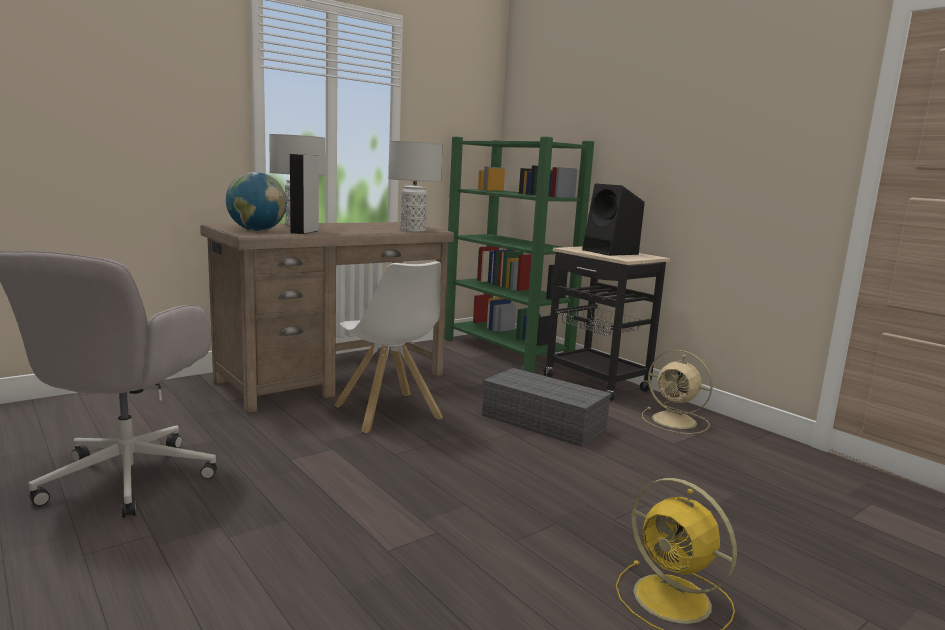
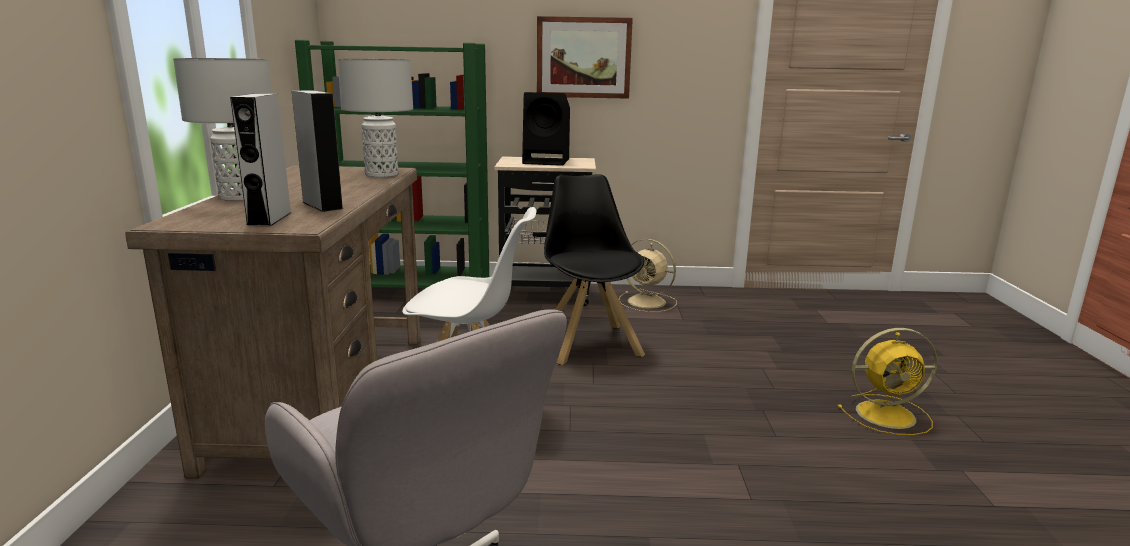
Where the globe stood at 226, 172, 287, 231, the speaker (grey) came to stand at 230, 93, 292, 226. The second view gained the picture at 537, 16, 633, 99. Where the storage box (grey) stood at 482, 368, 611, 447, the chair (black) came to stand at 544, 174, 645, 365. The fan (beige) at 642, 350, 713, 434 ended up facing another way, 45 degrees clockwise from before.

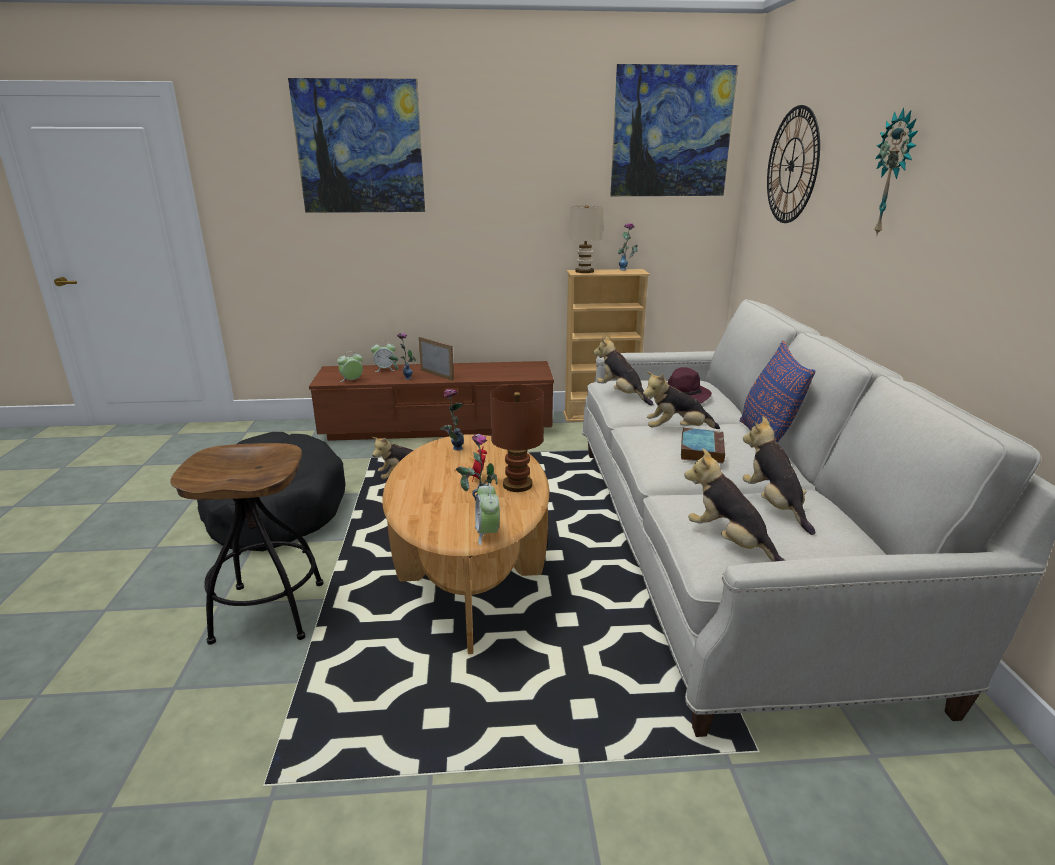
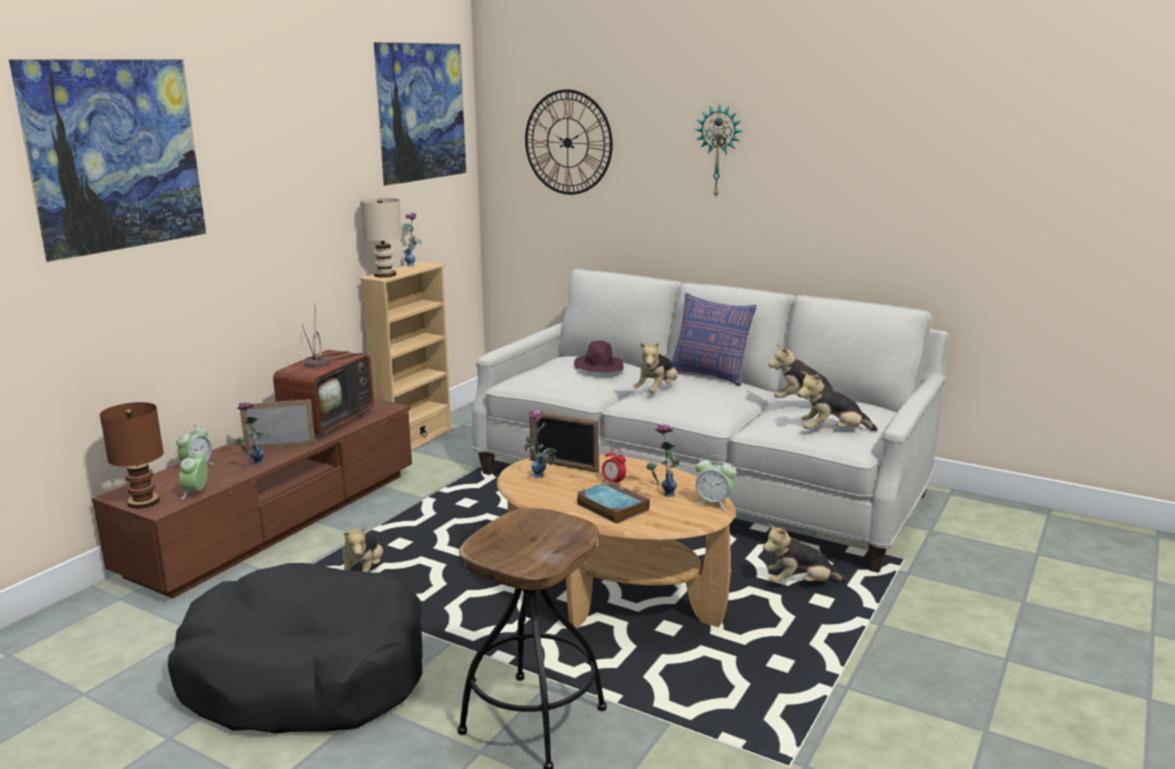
The table lamp (brown) ended up elsewhere, having gone from 490, 384, 544, 492 to 100, 402, 164, 509. The second view gained the television at 273, 303, 374, 436. The second view gained the picture frame at 529, 410, 599, 472. The book ended up elsewhere, having gone from 681, 428, 725, 464 to 577, 481, 650, 524. The plush toy ended up elsewhere, having gone from 593, 335, 653, 406 to 763, 523, 848, 583.

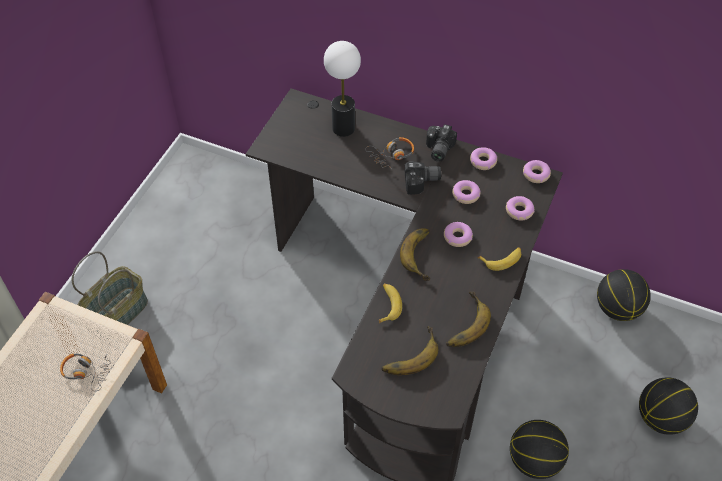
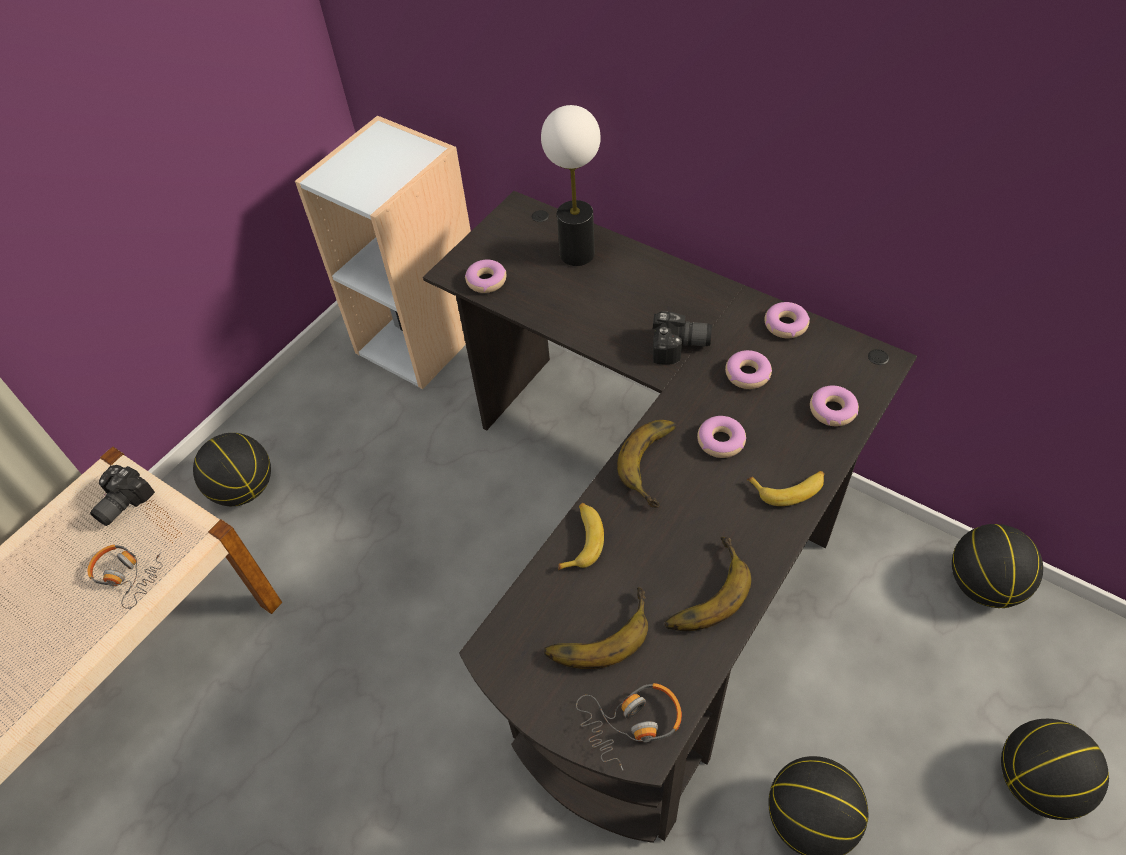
The photo camera ended up elsewhere, having gone from 426, 124, 457, 162 to 90, 465, 155, 526. Where the basket stood at 72, 251, 148, 338, the basketball came to stand at 193, 433, 271, 506. The second view gained the bookcase at 295, 116, 471, 389. The donut ended up elsewhere, having gone from 523, 160, 551, 183 to 465, 260, 507, 293. The headphones ended up elsewhere, having gone from 365, 137, 414, 169 to 576, 683, 682, 771.

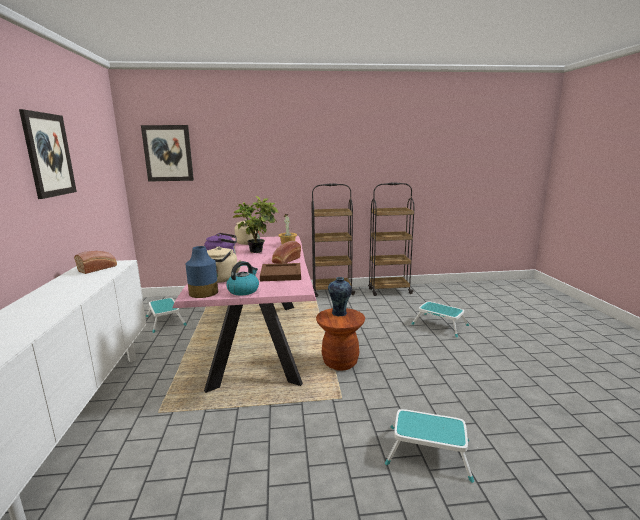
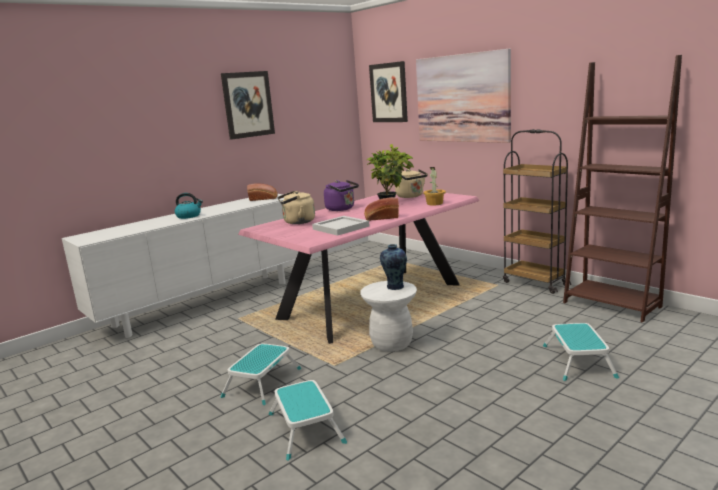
The kettle ended up elsewhere, having gone from 226, 261, 259, 296 to 175, 193, 203, 219. The step ladder (turquoise) ended up elsewhere, having gone from 146, 298, 187, 333 to 221, 344, 302, 405. What was the tray (brown) at 260, 263, 301, 281 turned into the tray (white) at 312, 216, 370, 236. What was the stool (brown) at 316, 308, 365, 371 turned into the stool (white) at 360, 281, 417, 352. The second view gained the picture at 416, 49, 511, 143. Where the cart (brown) stood at 368, 182, 414, 296, the bookcase (brown) came to stand at 563, 55, 682, 323. The second view lost the vase (blue) at 186, 246, 218, 298.

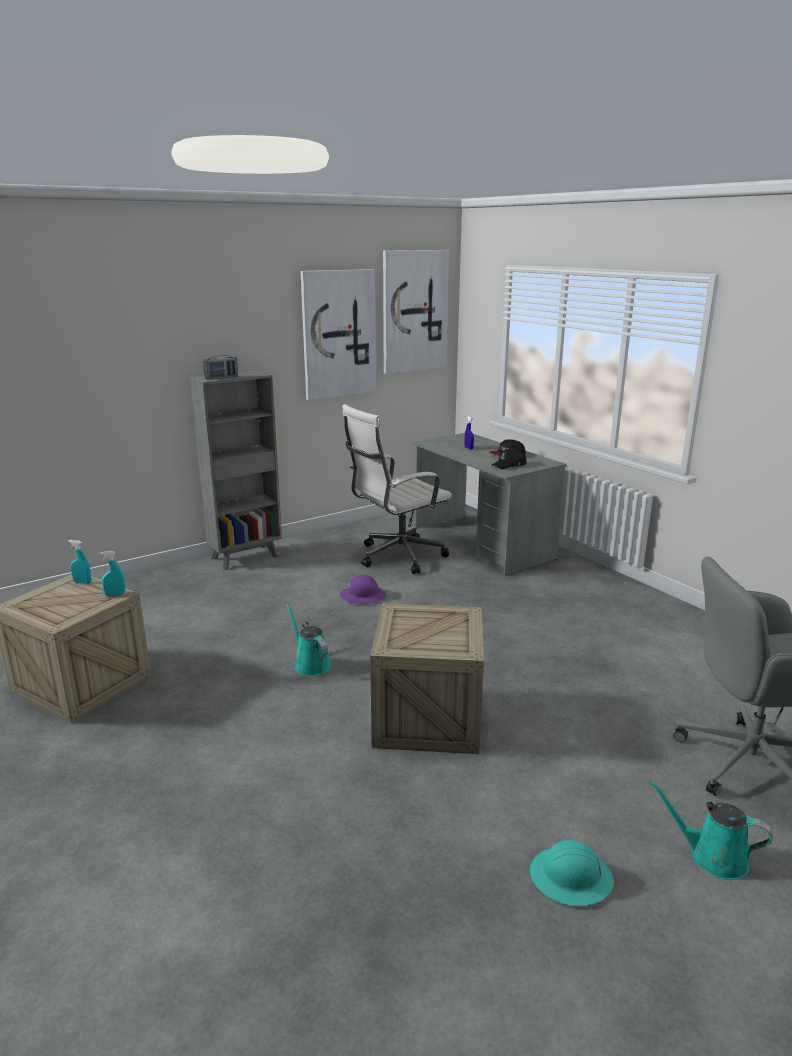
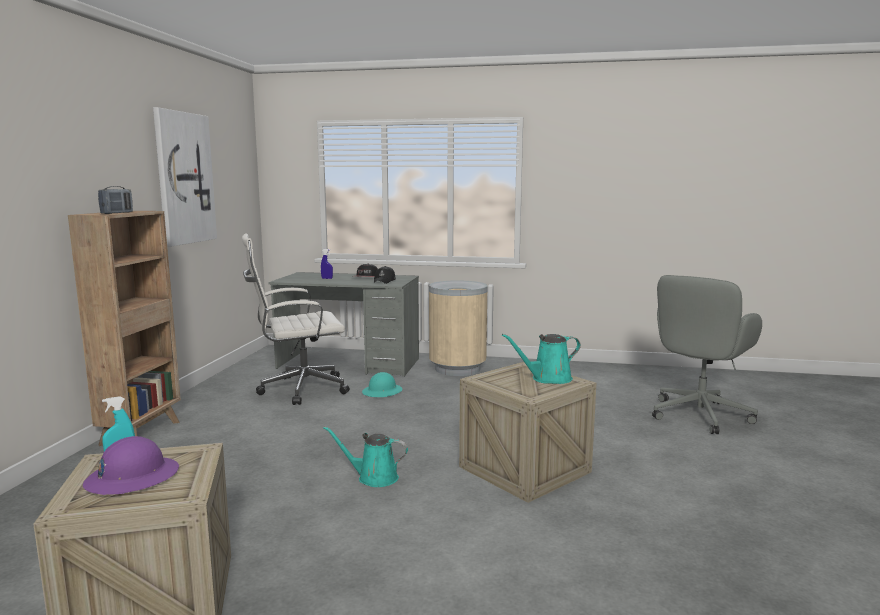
What was the bookcase (grey) at 190, 370, 282, 570 turned into the bookcase (brown) at 68, 211, 181, 446. The hard hat (purple) ended up elsewhere, having gone from 340, 575, 386, 604 to 83, 436, 179, 495. The office chair (white) at 343, 404, 452, 574 ended up facing another way, 60 degrees clockwise from before. The hard hat (turquoise) ended up elsewhere, having gone from 530, 840, 614, 906 to 362, 372, 402, 397. The second view gained the trash can (beige) at 429, 280, 488, 376. The watering can (turquoise) ended up elsewhere, having gone from 648, 780, 773, 880 to 502, 334, 581, 384. The second view lost the spray bottle (turquoise) at 100, 551, 125, 596. The second view lost the picture at 383, 250, 449, 374.

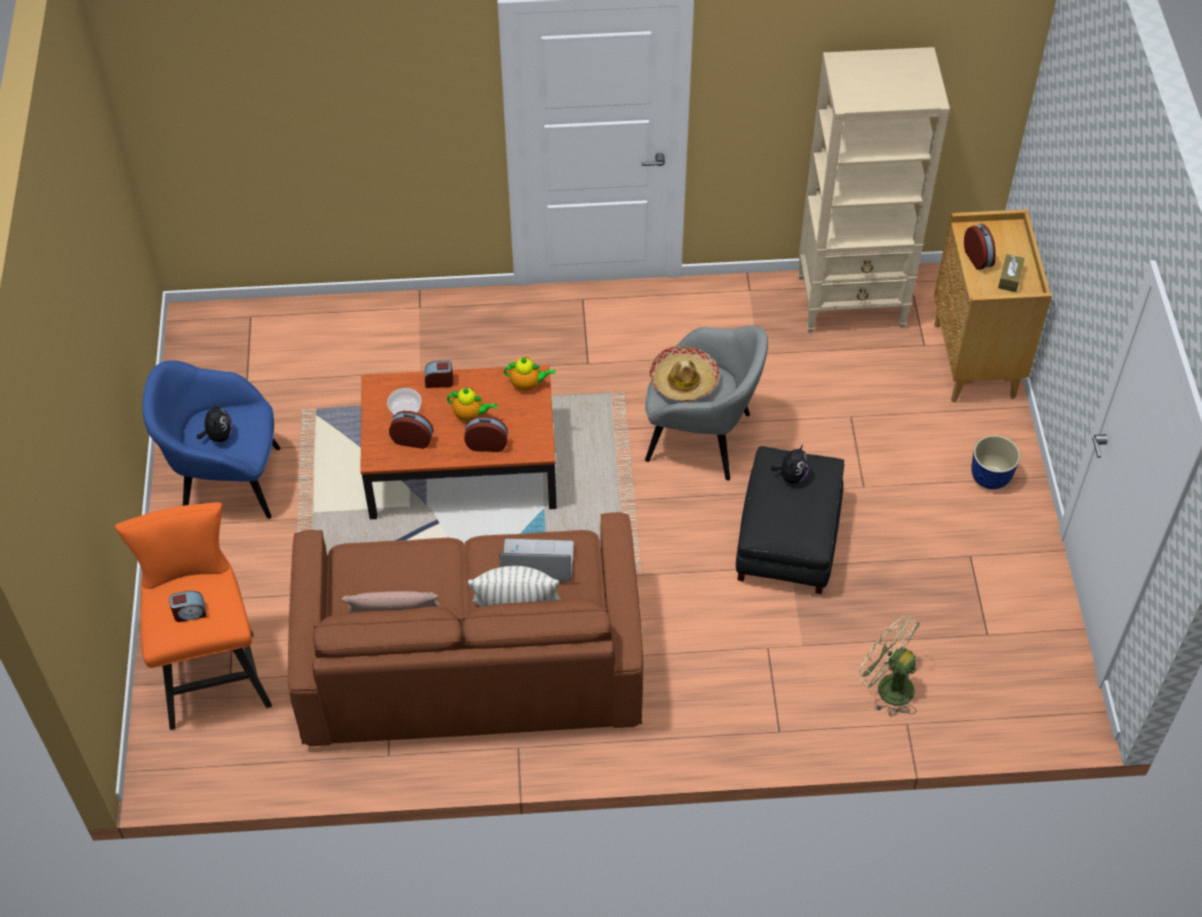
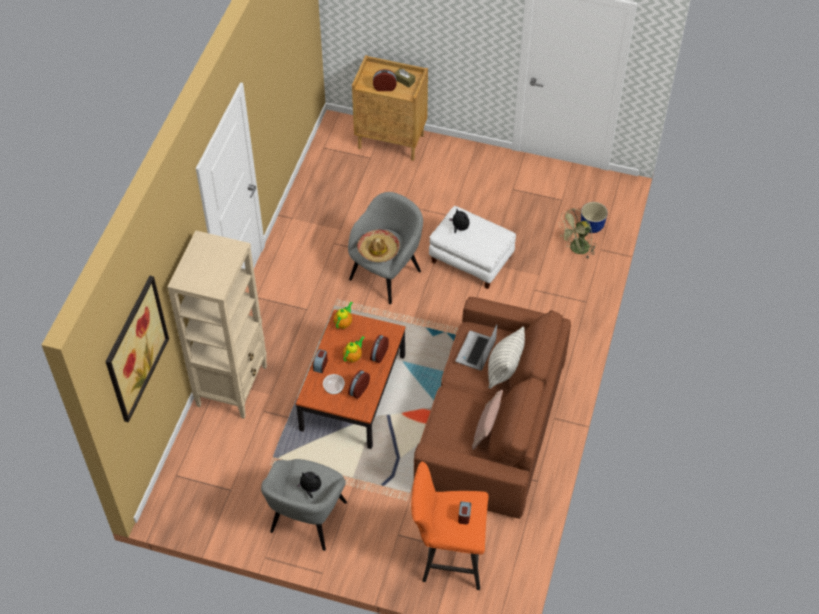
The second view gained the picture at 105, 276, 169, 422. The bookcase (beige) ended up elsewhere, having gone from 798, 47, 950, 333 to 167, 230, 267, 419. What was the armchair (blue) at 142, 361, 280, 519 turned into the armchair (grey) at 261, 459, 347, 551. What was the ottoman (black) at 736, 446, 844, 594 turned into the ottoman (white) at 429, 206, 516, 289. The planter ended up elsewhere, having gone from 971, 435, 1020, 489 to 581, 202, 608, 233.

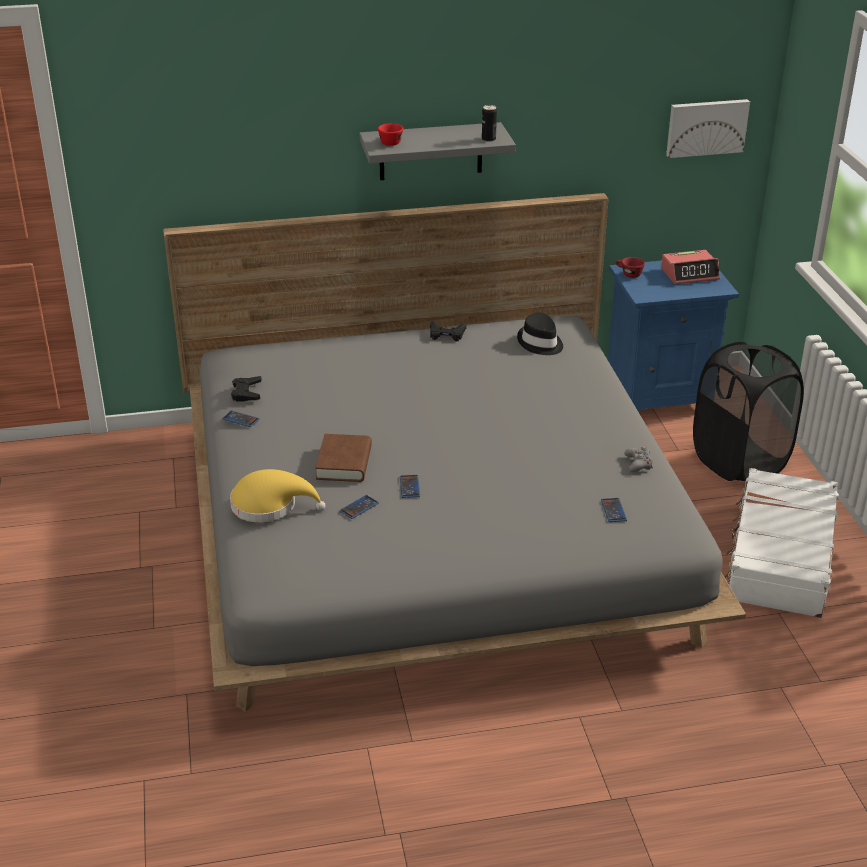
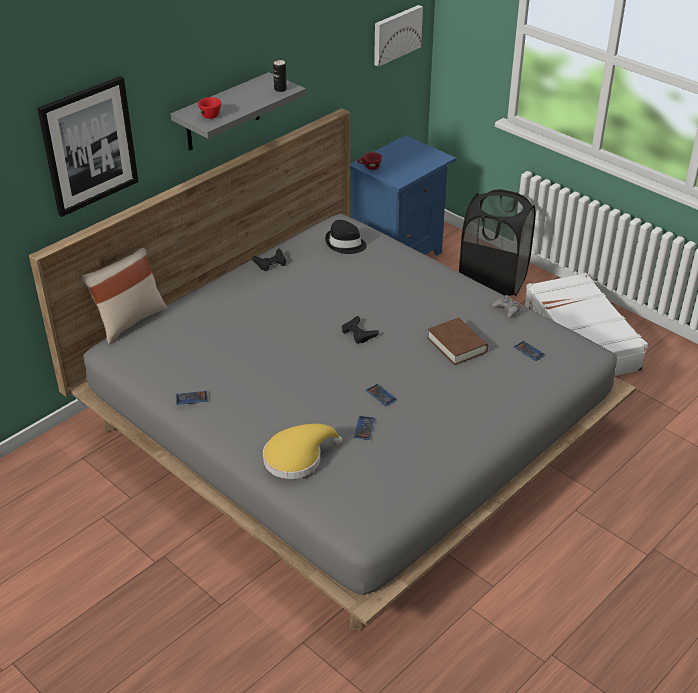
The second view gained the picture at 37, 76, 139, 217. The second view gained the pillow (beige) at 81, 248, 167, 345. The game controller (black) ended up elsewhere, having gone from 231, 376, 262, 402 to 342, 316, 379, 344. The book (brown) ended up elsewhere, having gone from 315, 434, 372, 482 to 427, 318, 488, 365. The second view lost the alarm clock at 661, 250, 720, 284.

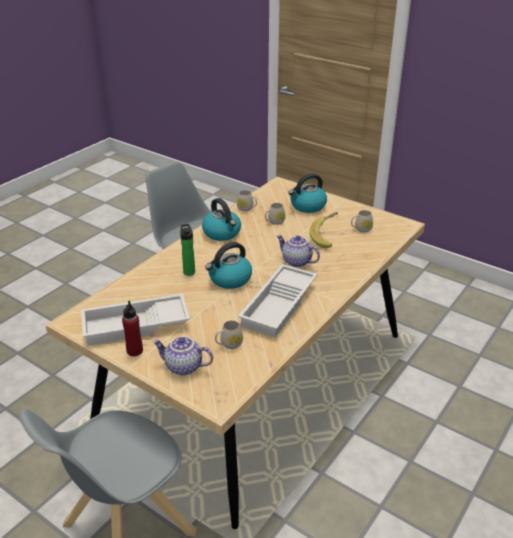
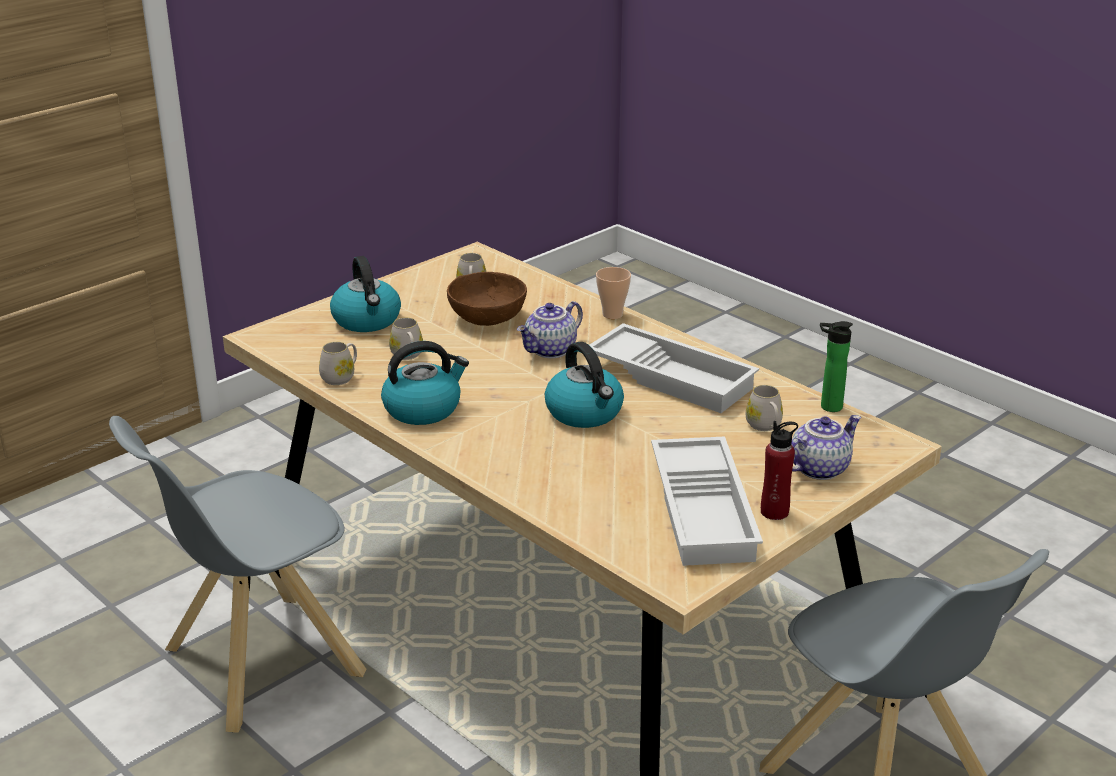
Where the banana stood at 310, 212, 338, 248, the bowl (brown) came to stand at 447, 272, 527, 326. The second view gained the cup at 596, 267, 631, 319. The teapot at 152, 336, 213, 376 ended up facing another way, 150 degrees counterclockwise from before. The bottle ended up elsewhere, having gone from 180, 224, 195, 276 to 820, 321, 853, 412.

